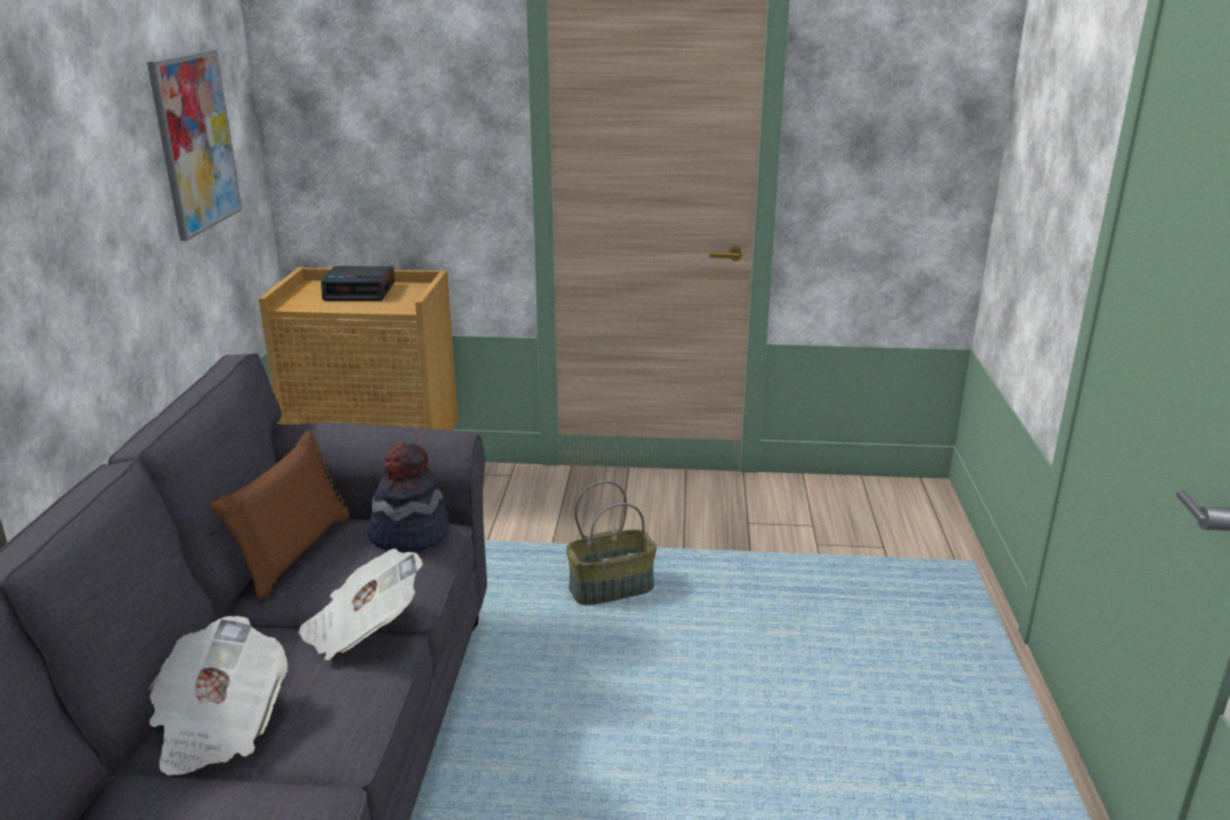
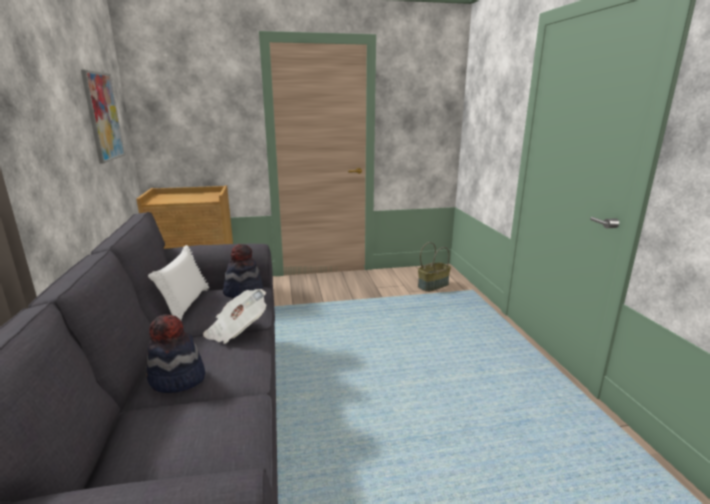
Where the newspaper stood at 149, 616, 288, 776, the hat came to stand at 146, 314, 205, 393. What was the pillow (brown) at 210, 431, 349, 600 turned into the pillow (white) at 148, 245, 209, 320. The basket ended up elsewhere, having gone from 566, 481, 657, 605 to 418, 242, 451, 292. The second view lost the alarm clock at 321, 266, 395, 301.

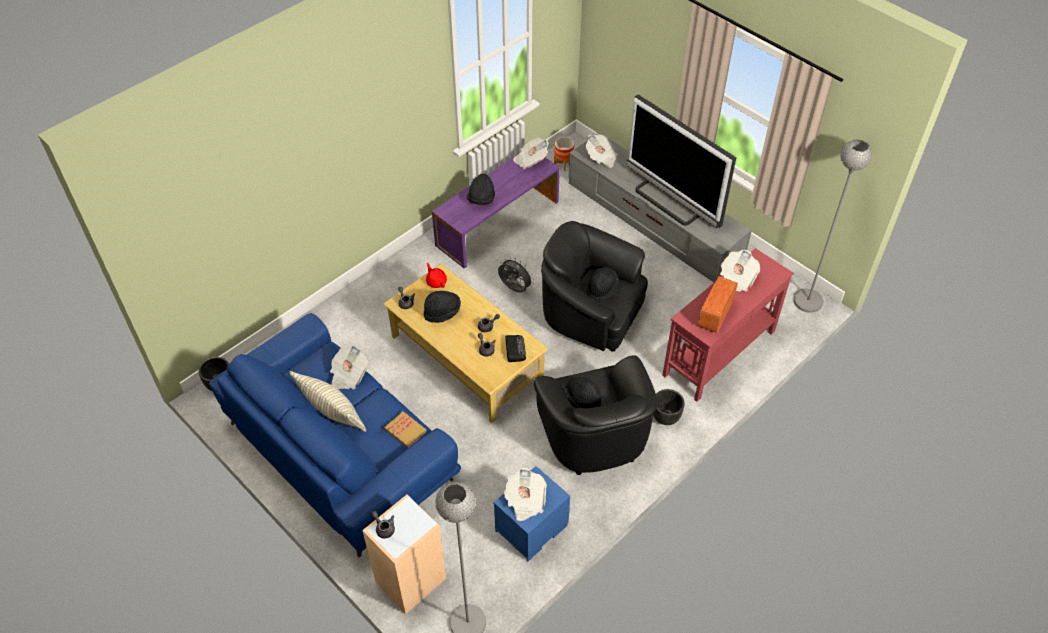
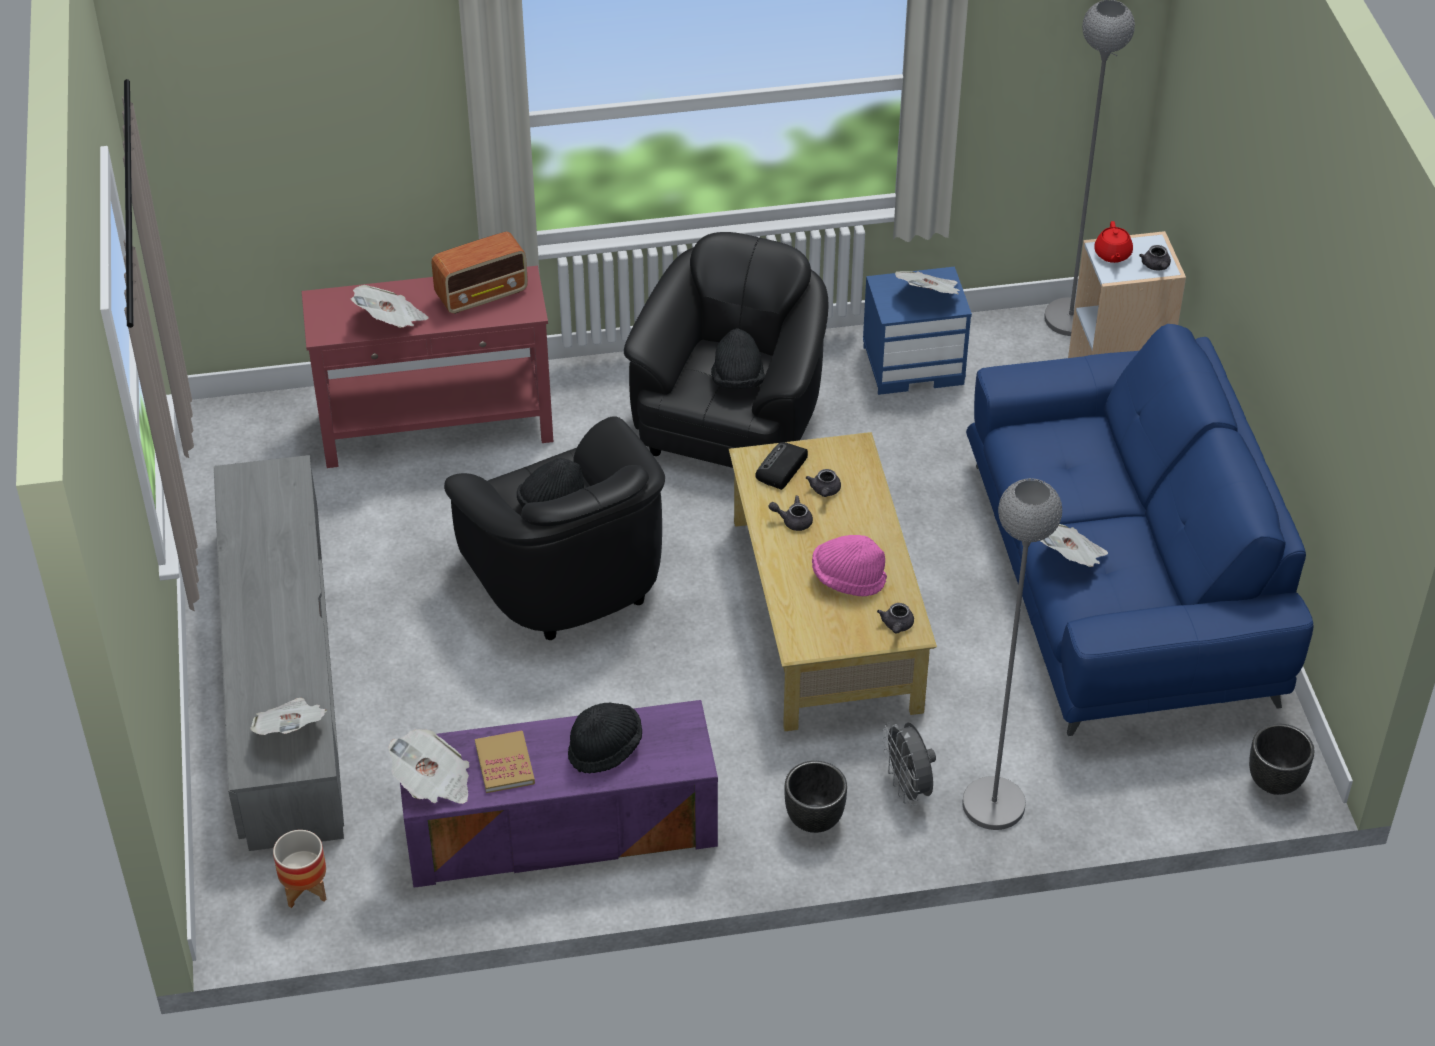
The book ended up elsewhere, having gone from 385, 412, 427, 448 to 475, 730, 535, 793. The planter (black) ended up elsewhere, having gone from 653, 389, 685, 425 to 784, 761, 847, 833. What was the hat (black) at 424, 291, 461, 323 turned into the hat (pink) at 812, 535, 887, 596. The fan (grey) ended up elsewhere, having gone from 498, 257, 534, 292 to 882, 722, 936, 806. The floor lamp (grey) ended up elsewhere, having gone from 793, 140, 872, 313 to 962, 478, 1062, 830. The teapot (red) ended up elsewhere, having gone from 426, 263, 447, 288 to 1094, 221, 1133, 263. The second view lost the pillow at 289, 371, 366, 432. The second view lost the television at 626, 94, 736, 228.

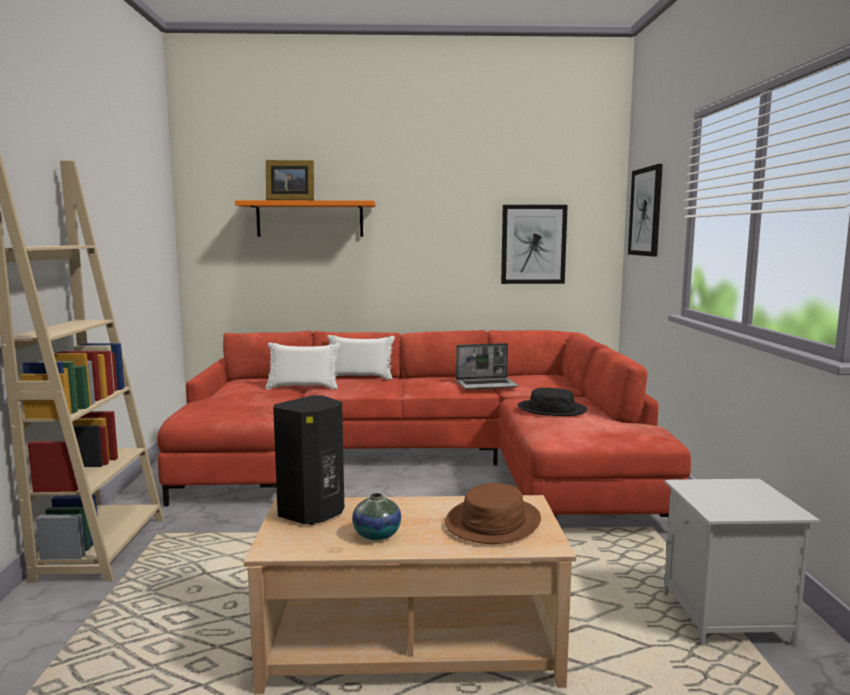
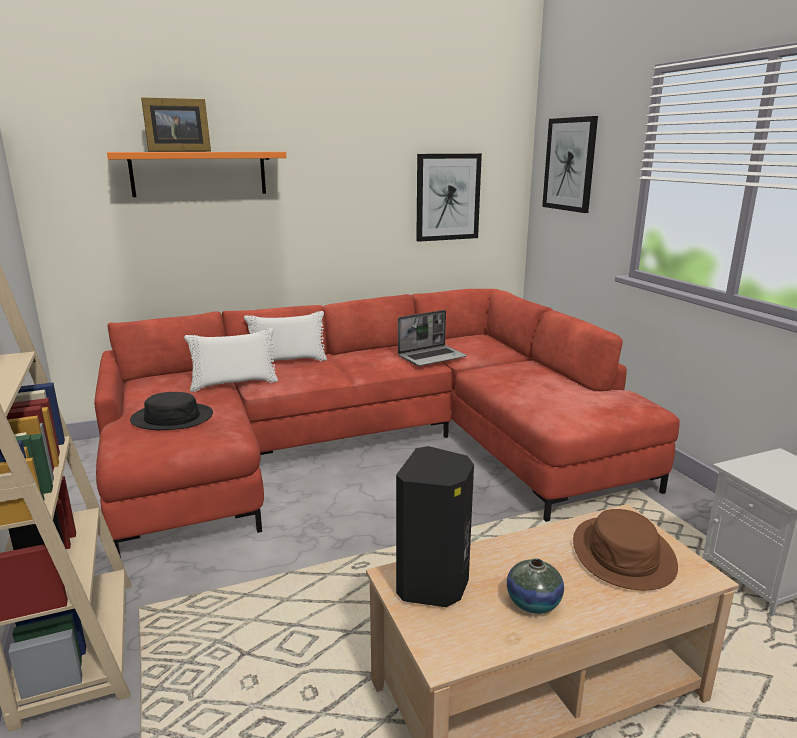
The hat (black) ended up elsewhere, having gone from 518, 388, 587, 416 to 130, 392, 213, 430.

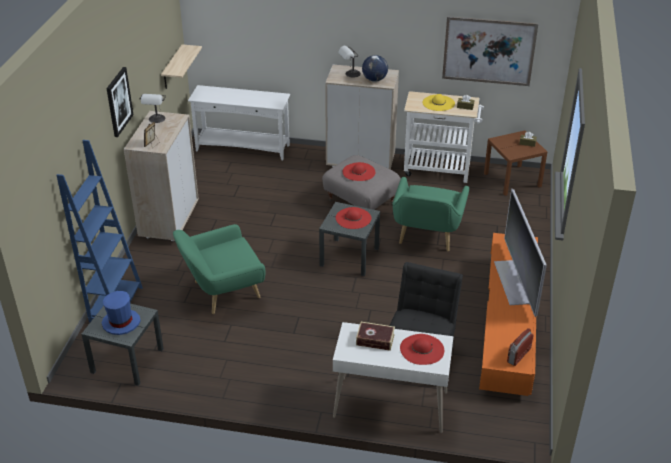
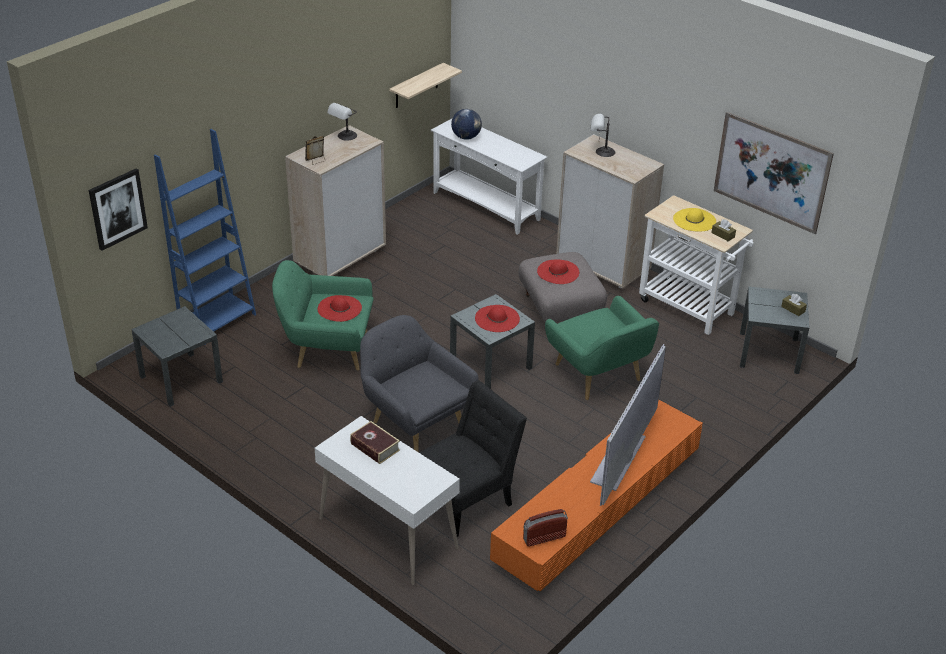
The picture ended up elsewhere, having gone from 106, 67, 133, 137 to 89, 169, 148, 251. The hat (red) ended up elsewhere, having gone from 400, 334, 444, 365 to 318, 295, 362, 322. The second view gained the armchair (grey) at 360, 315, 479, 452. The globe ended up elsewhere, having gone from 362, 55, 388, 82 to 451, 109, 482, 140. The armchair (green) at 392, 177, 469, 251 ended up facing another way, 75 degrees counterclockwise from before. What was the side table (brown) at 484, 131, 547, 196 turned into the side table (grey) at 740, 287, 809, 374. The second view lost the hat (blue) at 102, 291, 141, 335.

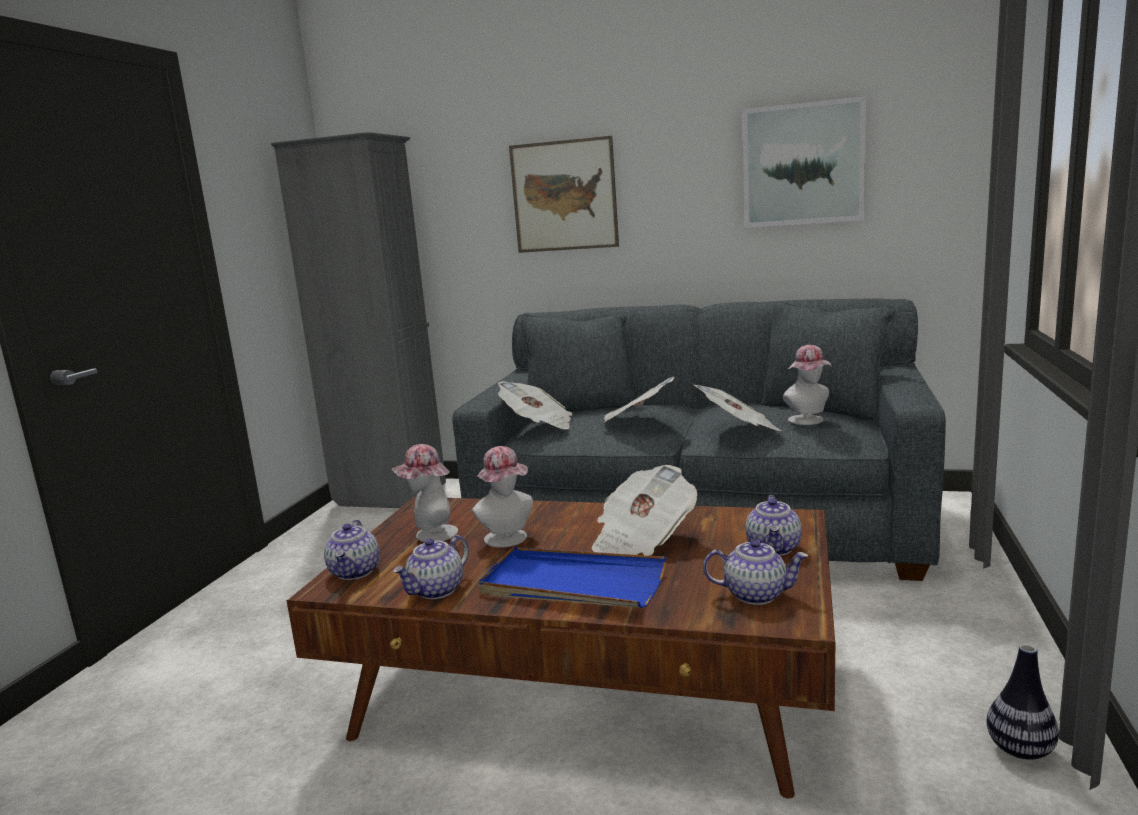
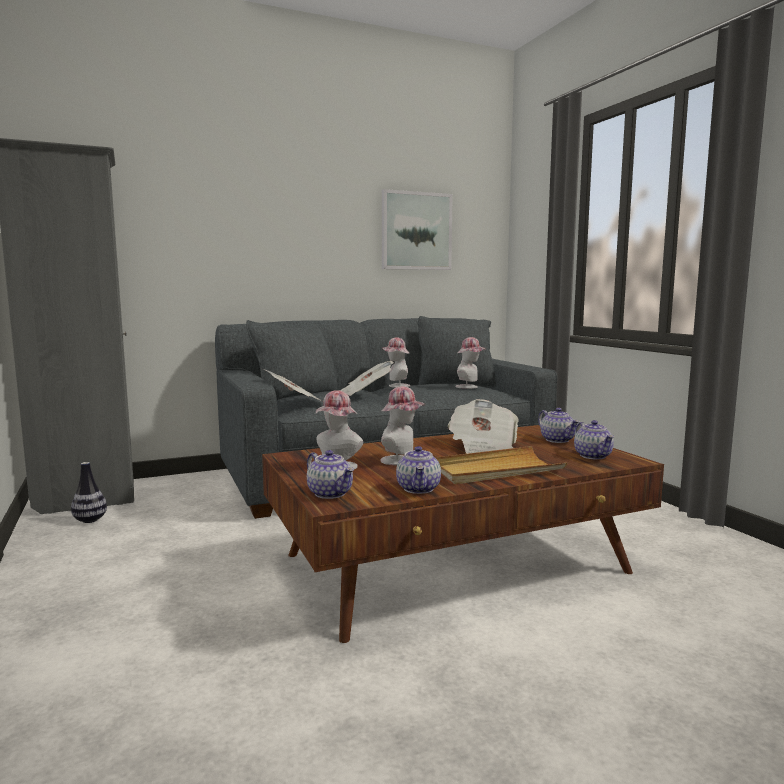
The vase ended up elsewhere, having gone from 986, 644, 1059, 760 to 71, 462, 107, 523. The second view gained the hat at 382, 337, 410, 388. What was the tray (blue) at 478, 547, 666, 608 turned into the tray (beige) at 435, 446, 567, 484. The teapot at 703, 539, 808, 605 ended up facing another way, 105 degrees clockwise from before. The second view lost the picture at 509, 136, 619, 253. The second view lost the newspaper at 694, 385, 781, 431.

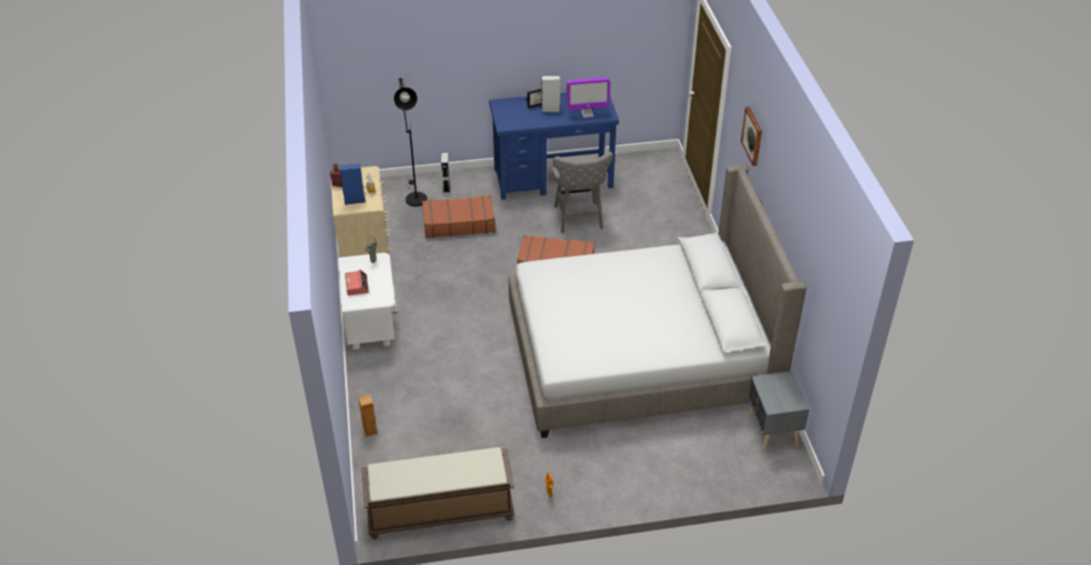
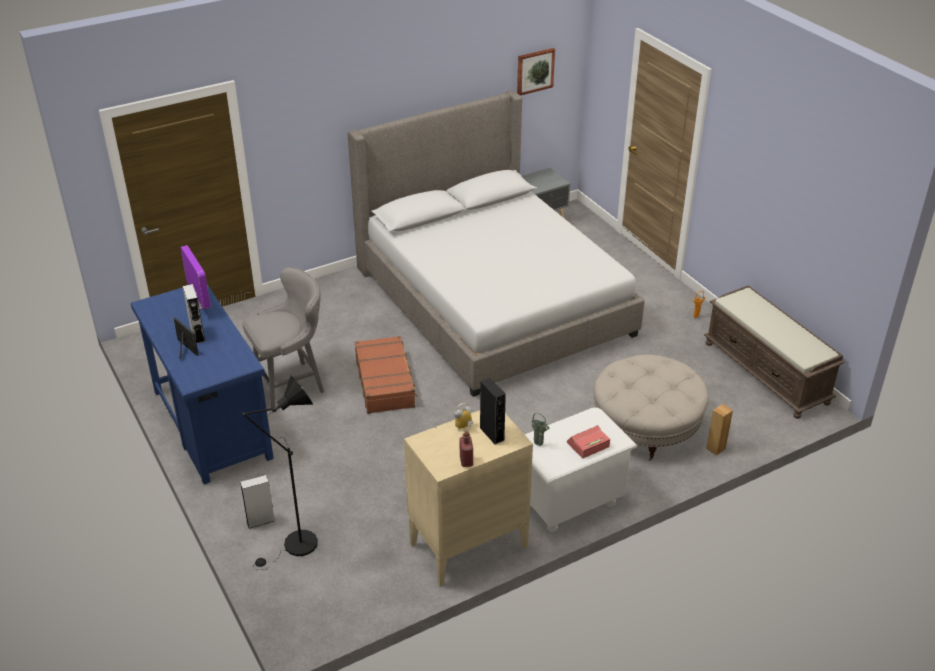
What was the speaker (blue) at 340, 164, 365, 205 turned into the speaker (black) at 480, 378, 506, 445. The picture ended up elsewhere, having gone from 741, 107, 762, 166 to 517, 48, 555, 96. The second view gained the ottoman (beige) at 593, 355, 709, 461. The second view lost the suitcase (brown) at 422, 195, 496, 238.

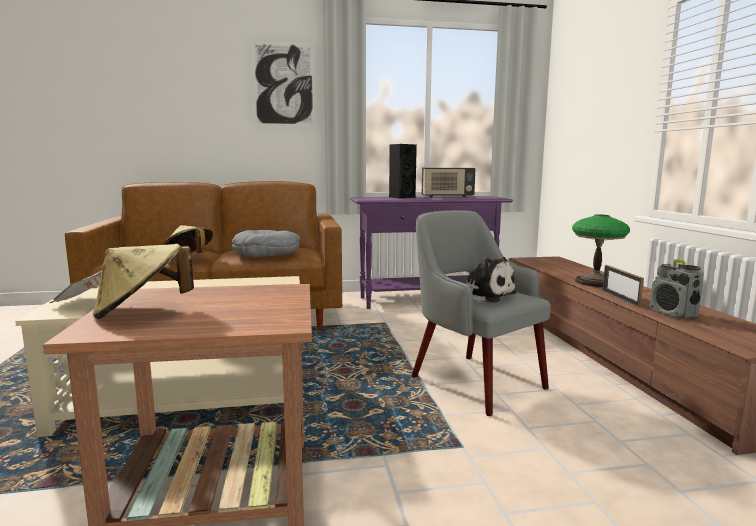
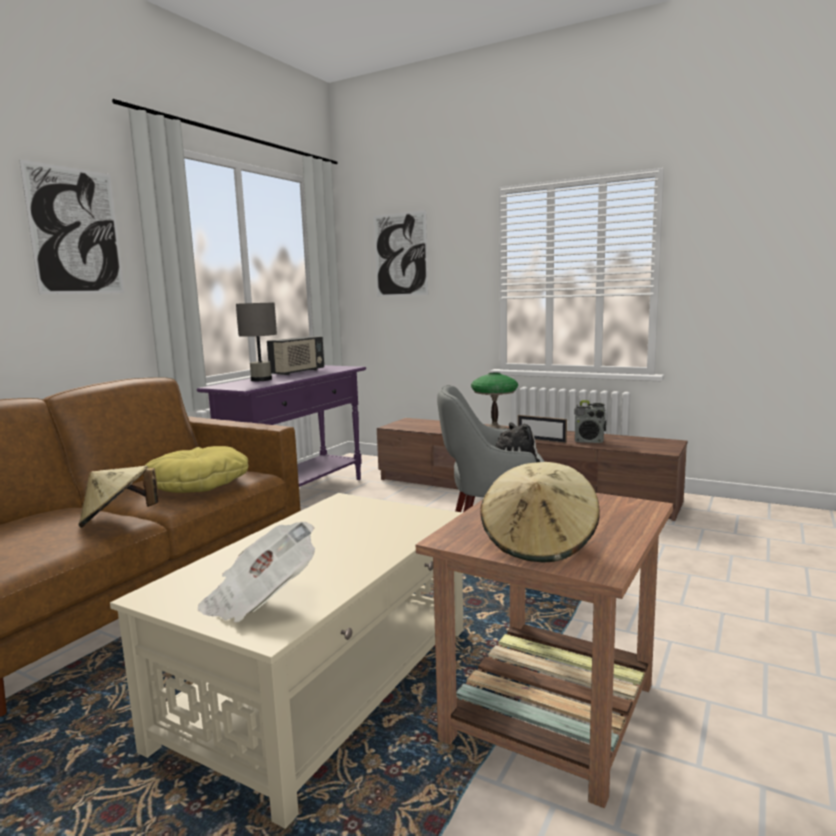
What was the pillow (grey) at 232, 230, 300, 257 turned into the pillow (yellow) at 146, 446, 248, 493. Where the speaker (black) stood at 389, 144, 417, 199, the table lamp (grey) came to stand at 236, 303, 277, 381. The second view gained the picture at 374, 210, 428, 296.

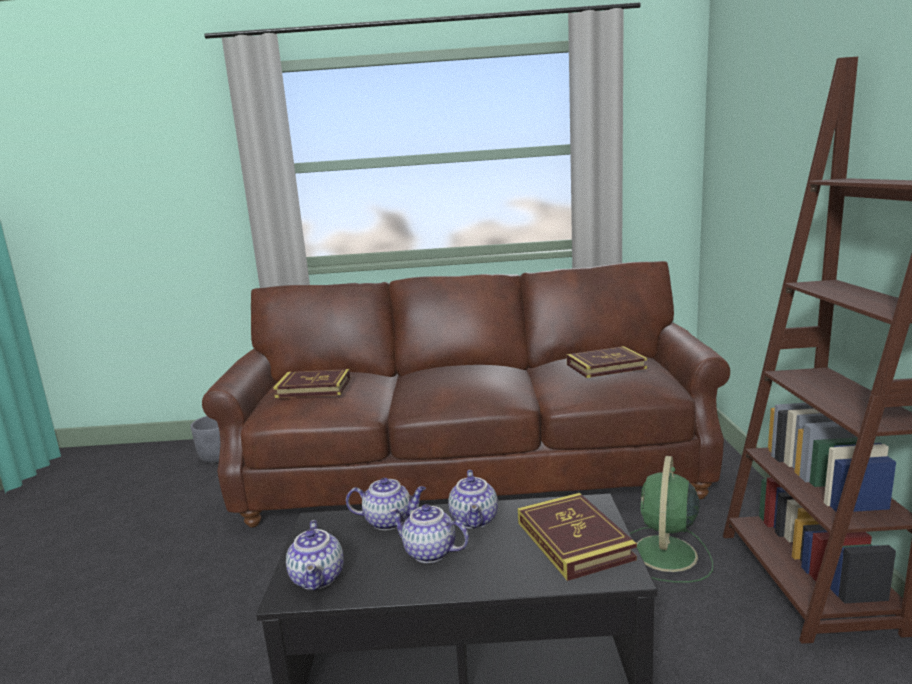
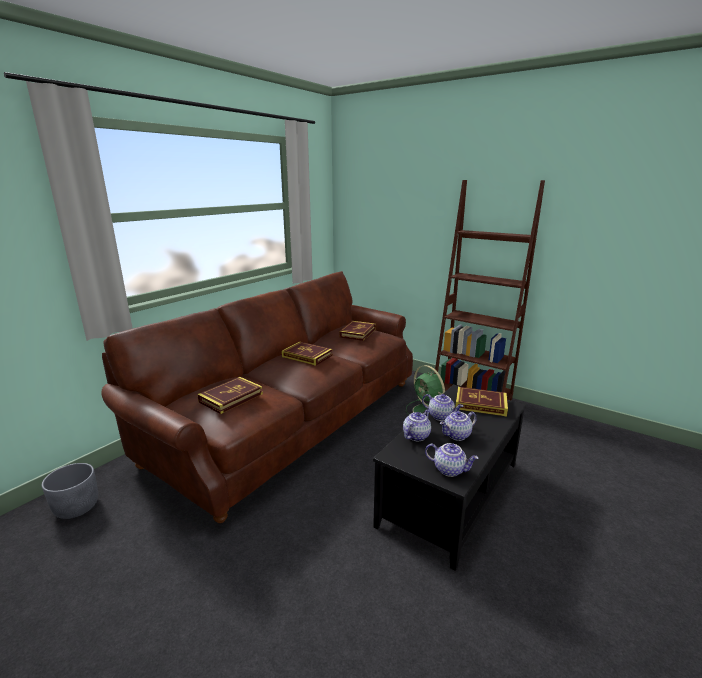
The second view gained the book at 282, 341, 333, 366.

